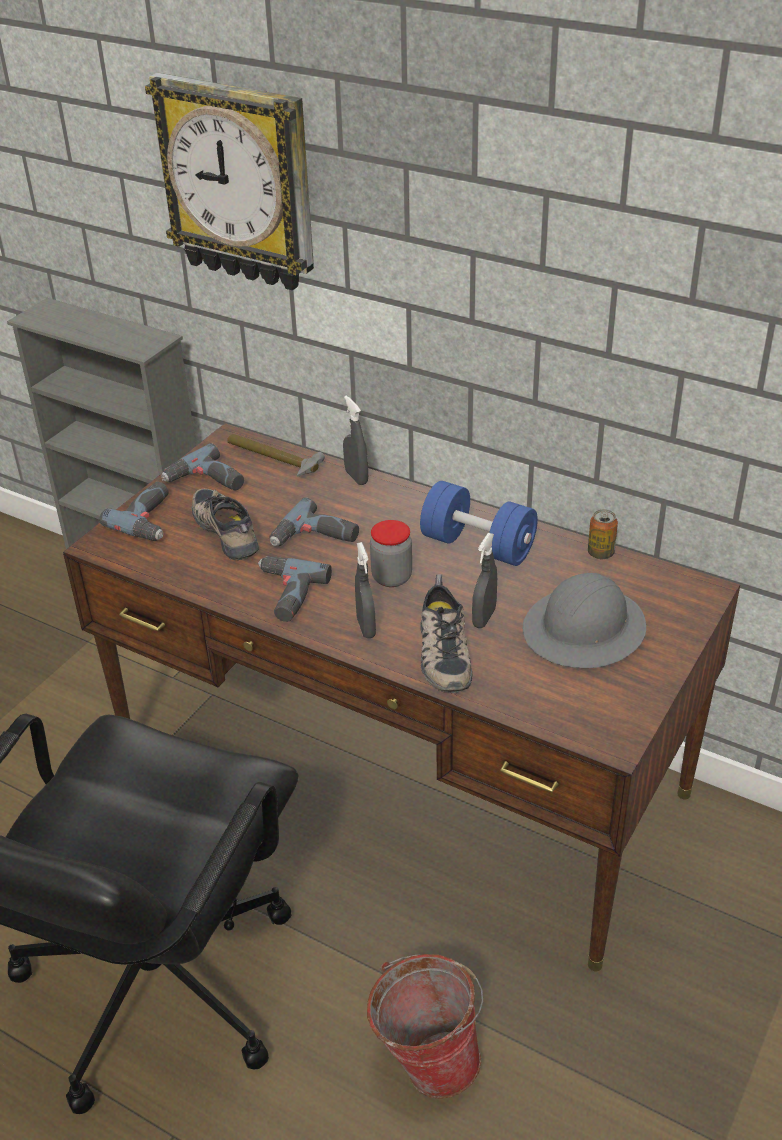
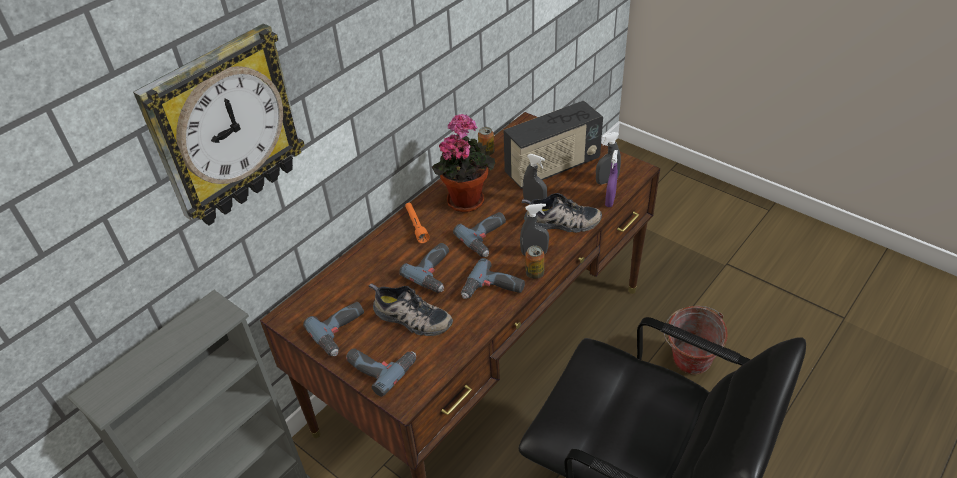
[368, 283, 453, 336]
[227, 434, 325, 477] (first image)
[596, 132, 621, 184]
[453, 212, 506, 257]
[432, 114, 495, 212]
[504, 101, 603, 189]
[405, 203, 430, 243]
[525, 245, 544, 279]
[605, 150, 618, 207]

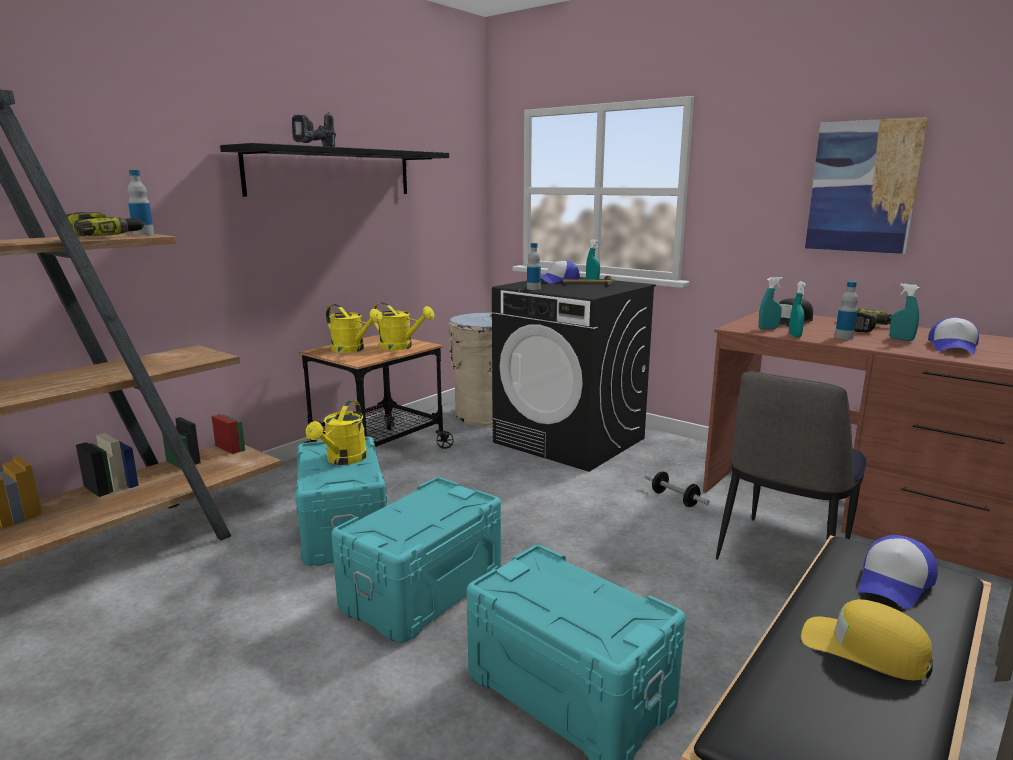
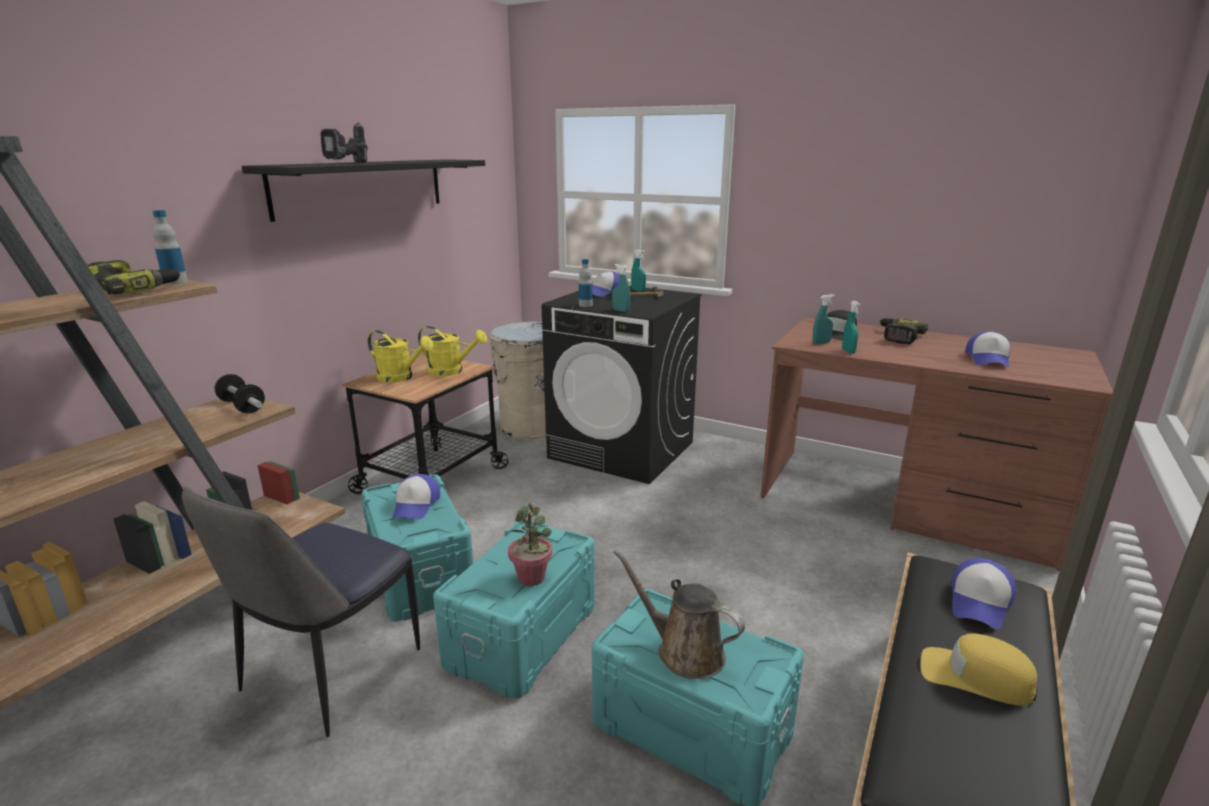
[392, 474, 440, 520]
[215, 374, 265, 414]
[182, 487, 420, 737]
[805, 117, 929, 254] (first image)
[835, 281, 858, 339] (first image)
[612, 264, 630, 312]
[508, 503, 552, 586]
[614, 549, 745, 679]

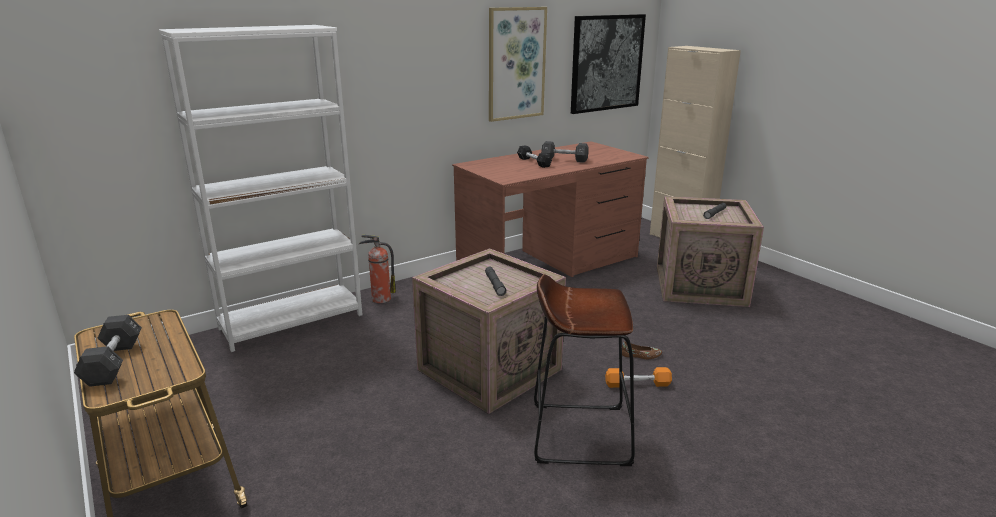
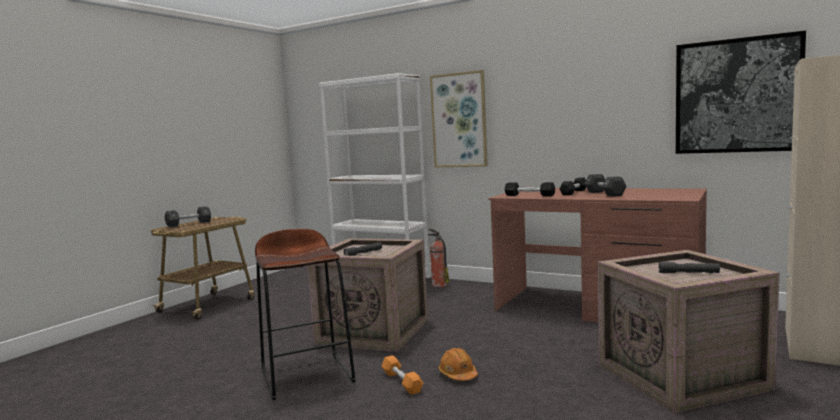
[430, 70, 488, 167]
[438, 348, 478, 381]
[505, 182, 555, 196]

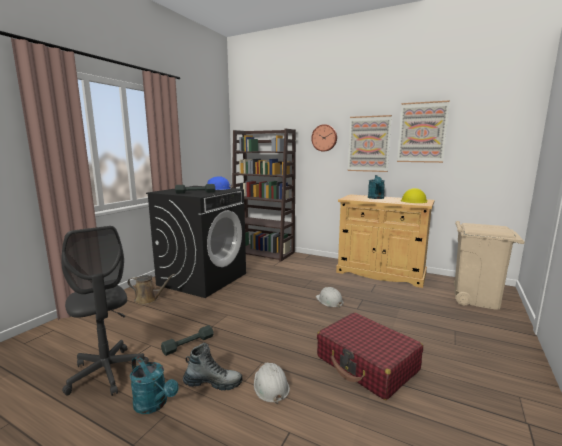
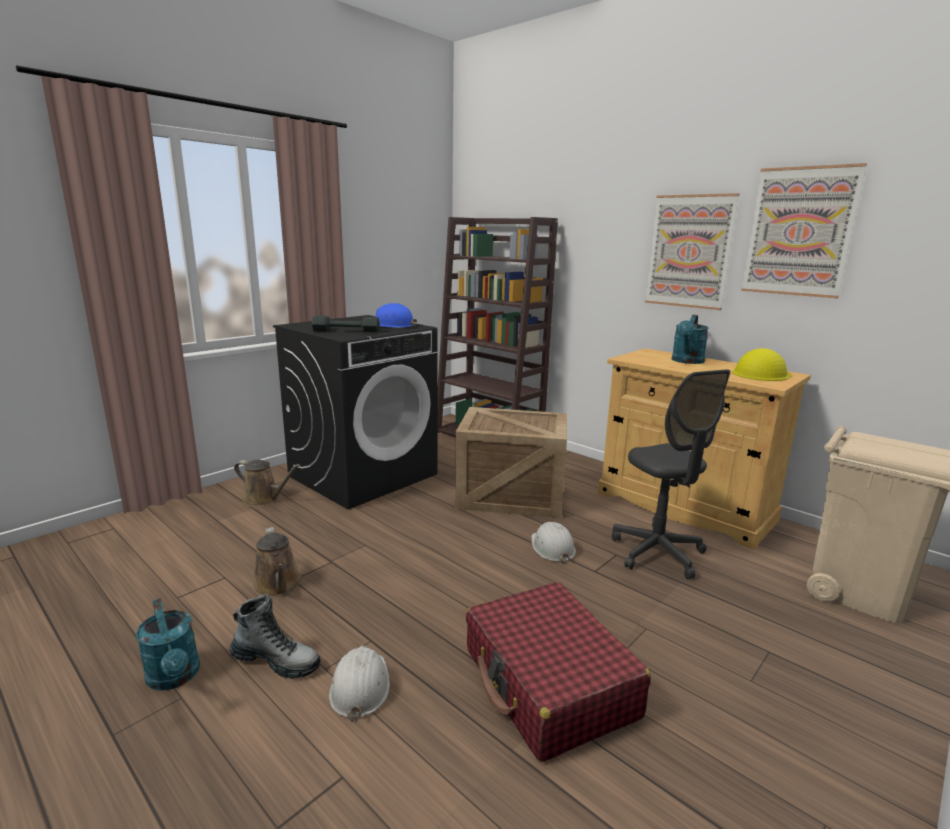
[612, 369, 730, 579]
[253, 527, 301, 597]
[311, 124, 337, 151] (first image)
[455, 407, 567, 518]

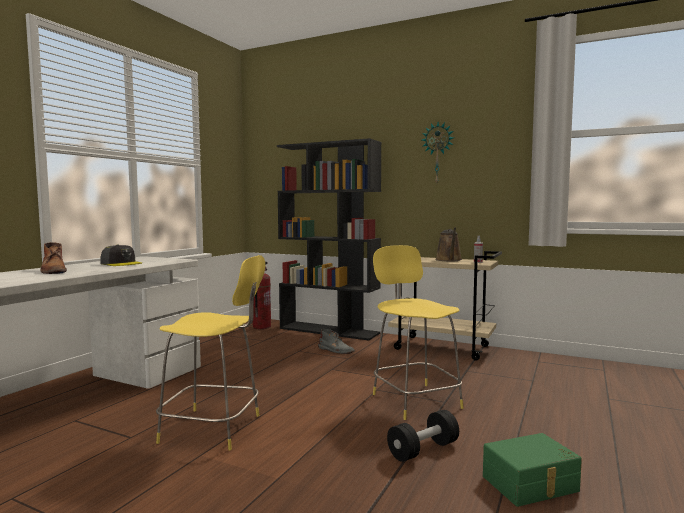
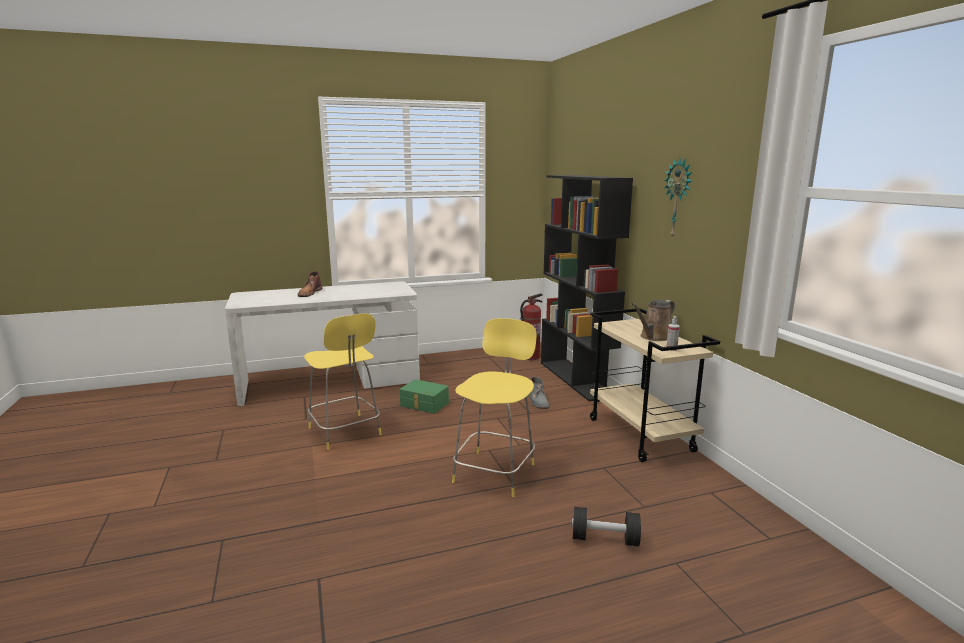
[100, 244, 142, 266] (first image)
[572, 507, 641, 547]
[400, 379, 449, 414]

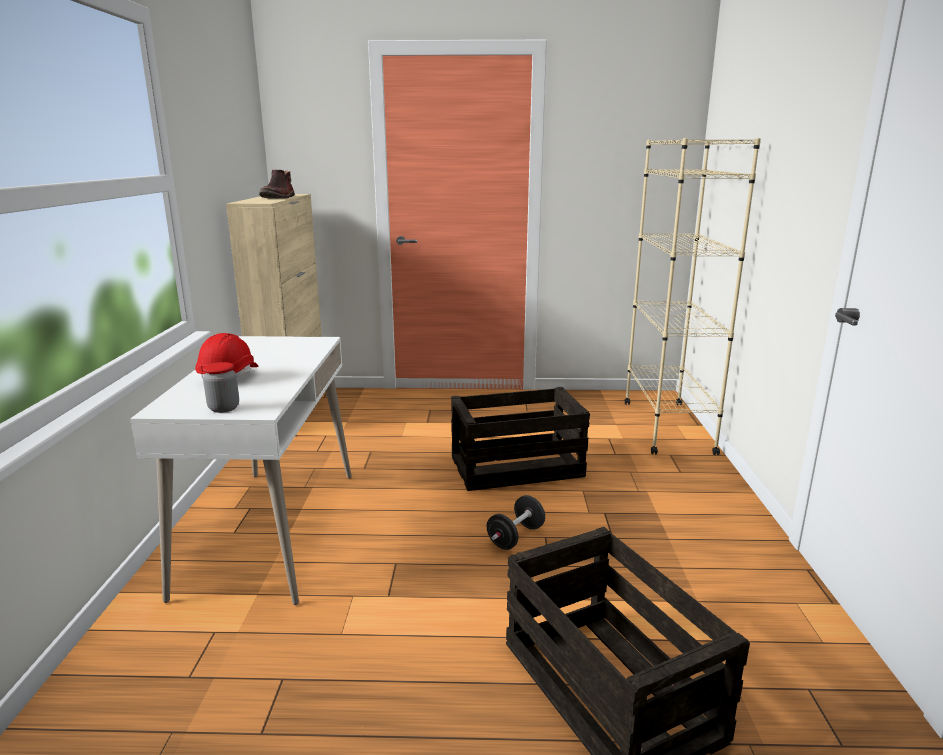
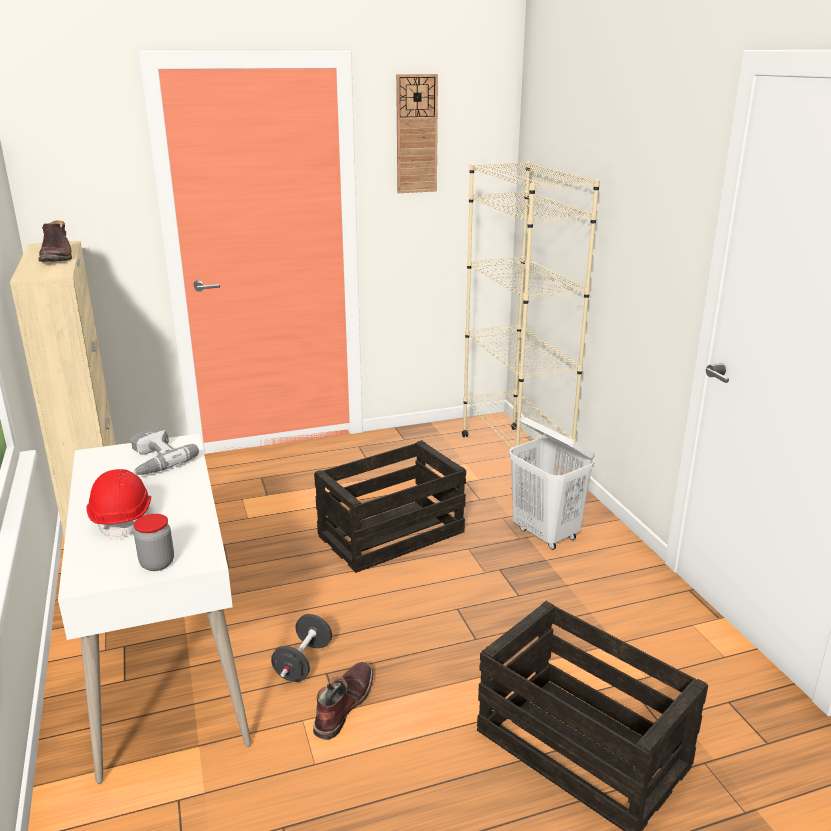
[271, 614, 332, 682]
[131, 427, 199, 475]
[313, 662, 373, 740]
[396, 74, 438, 193]
[509, 416, 595, 550]

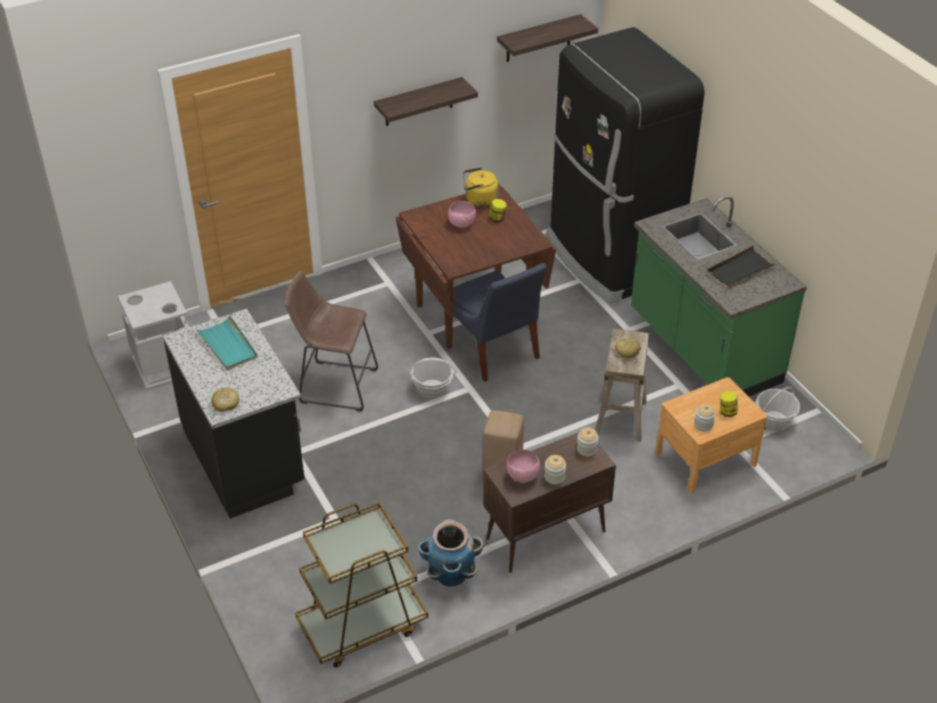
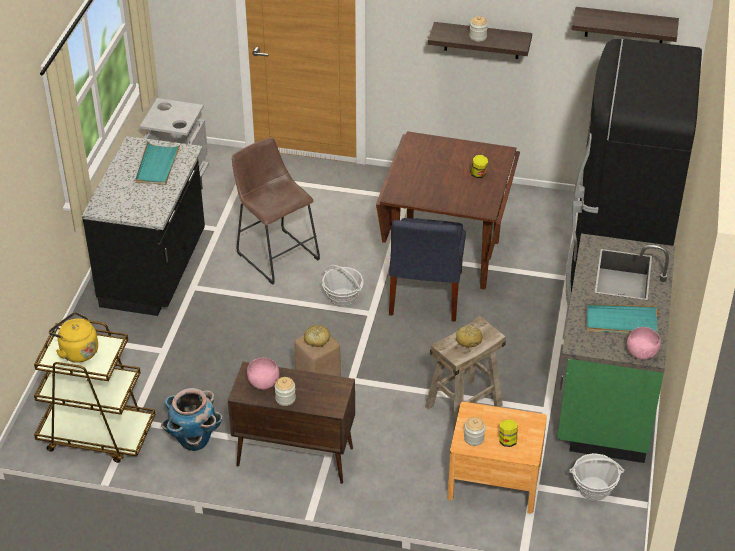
[304, 325, 330, 347]
[627, 327, 661, 359]
[49, 312, 98, 363]
[470, 16, 488, 42]
[587, 304, 659, 334]

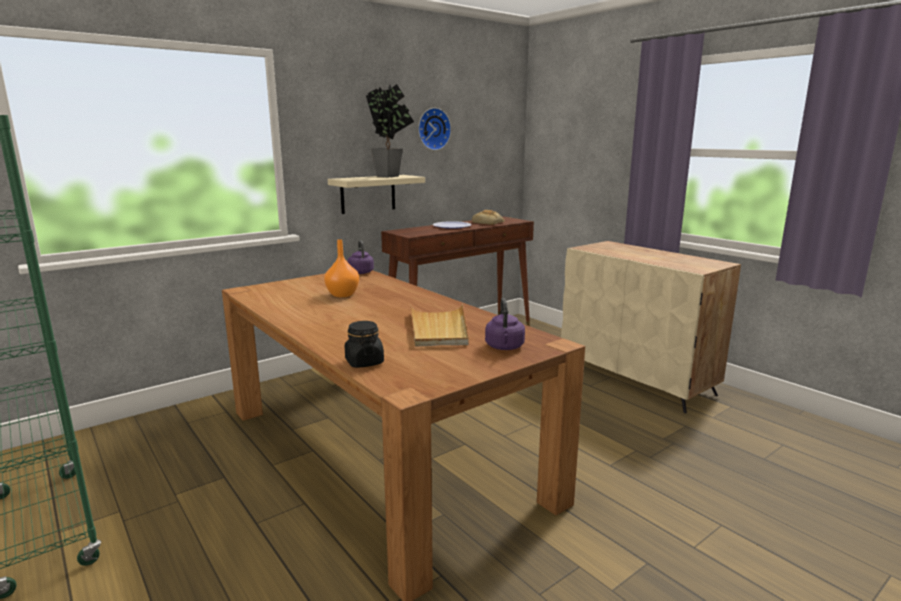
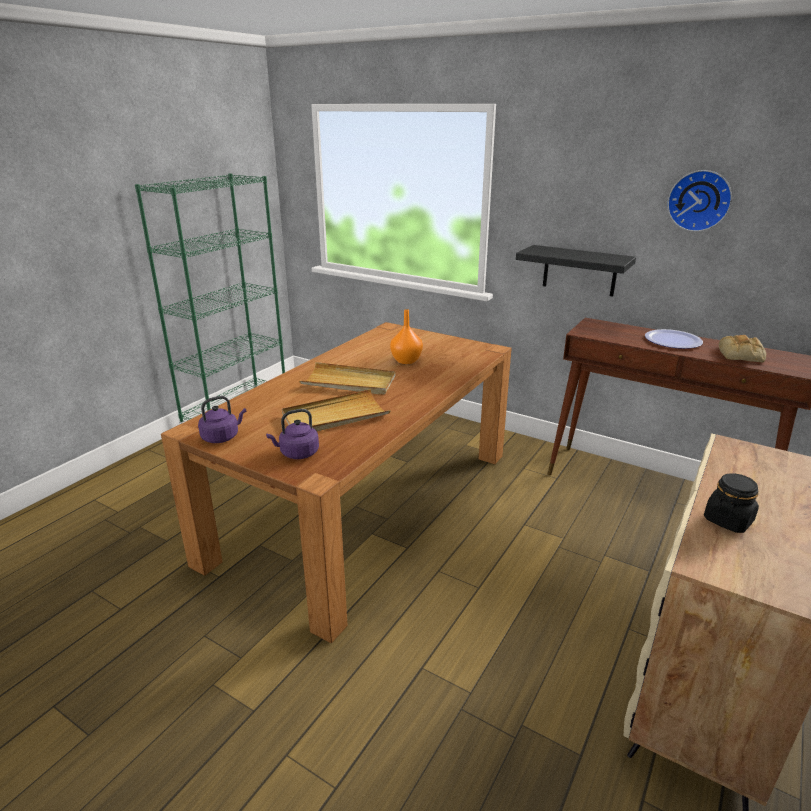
[516, 245, 636, 297]
[704, 473, 759, 533]
[198, 396, 246, 443]
[366, 84, 414, 177] (first image)
[299, 362, 395, 395]

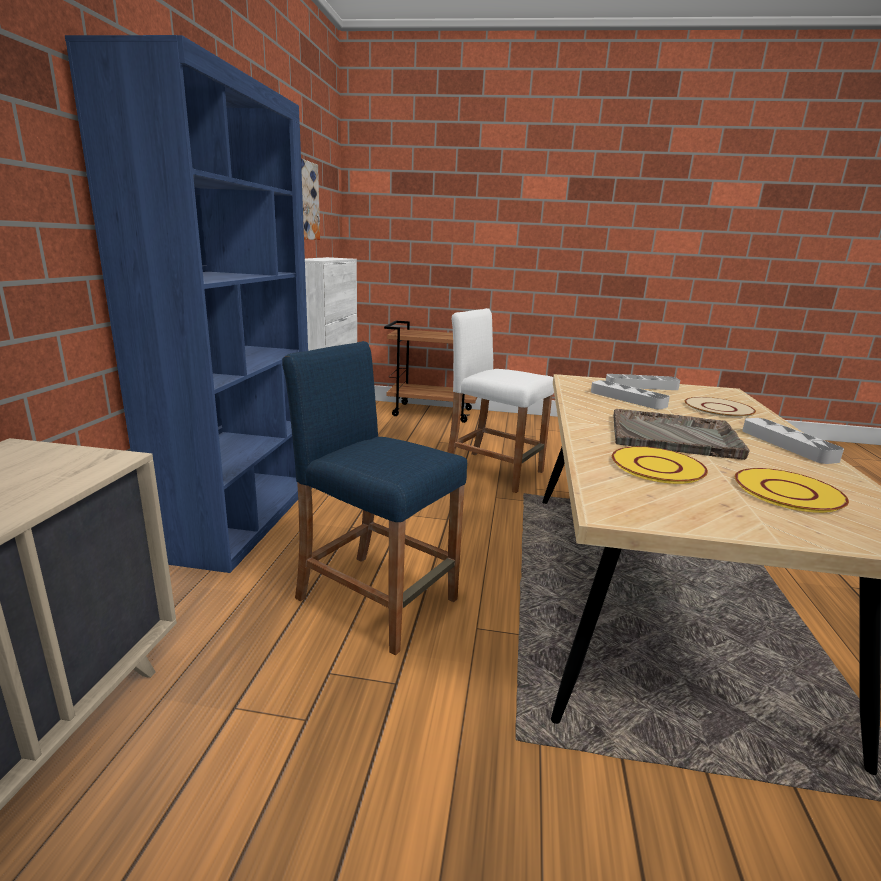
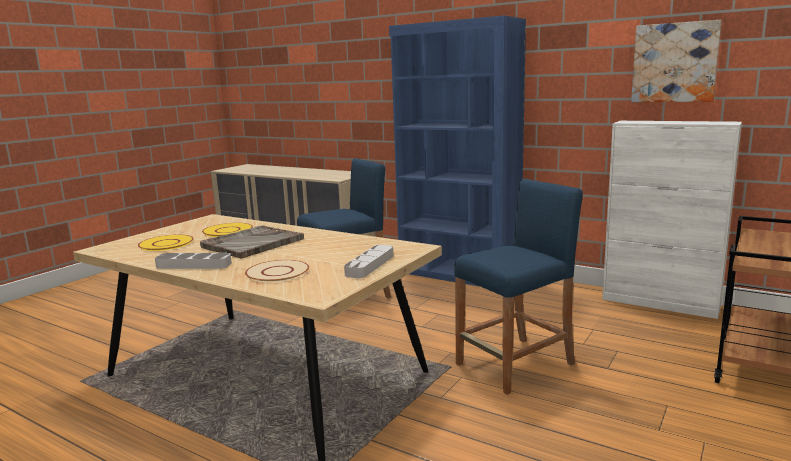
[454, 179, 583, 395]
[591, 380, 670, 409] (first image)

